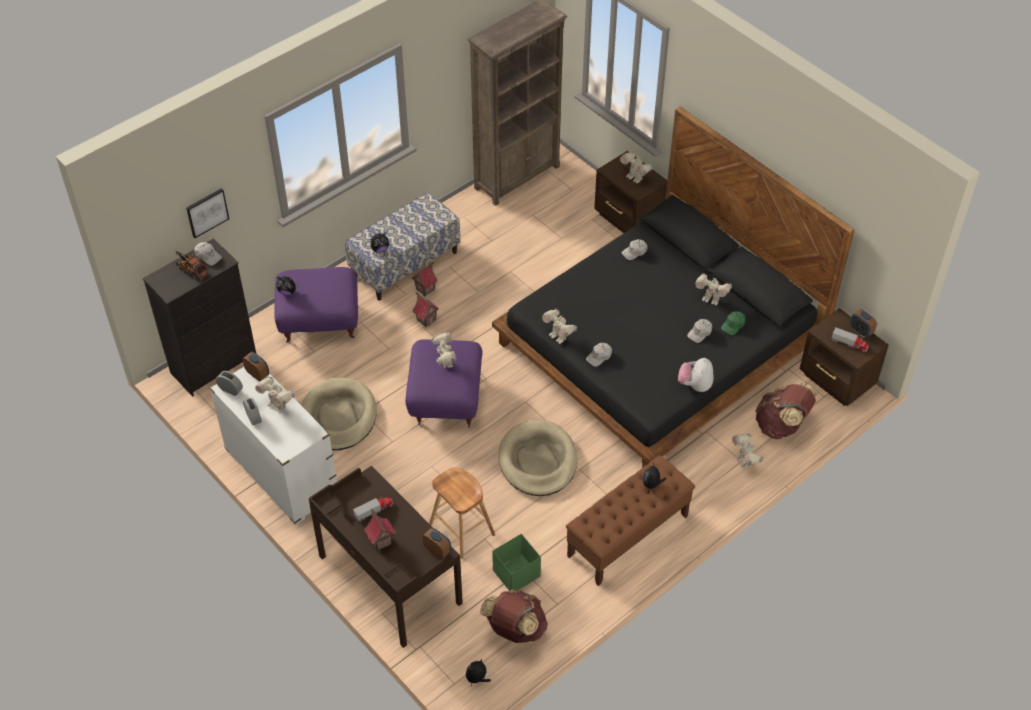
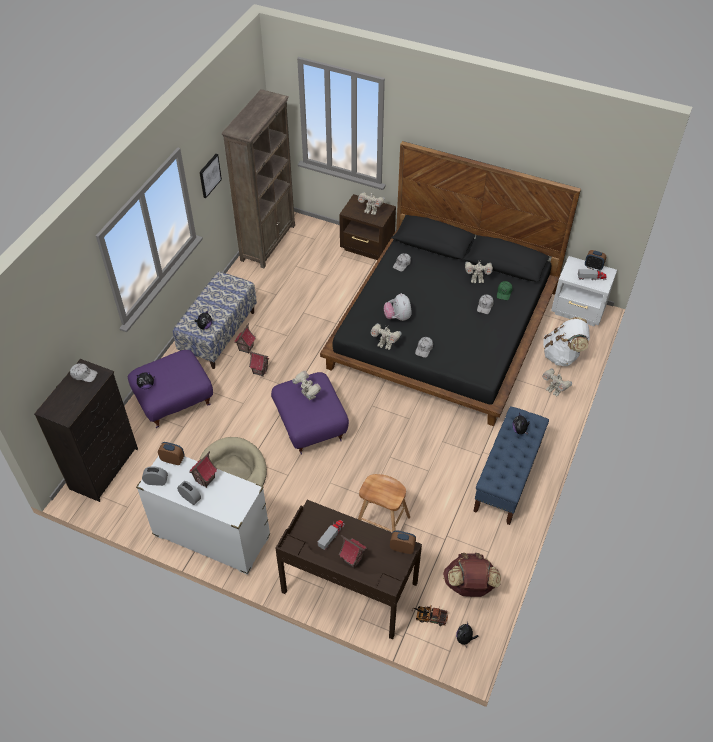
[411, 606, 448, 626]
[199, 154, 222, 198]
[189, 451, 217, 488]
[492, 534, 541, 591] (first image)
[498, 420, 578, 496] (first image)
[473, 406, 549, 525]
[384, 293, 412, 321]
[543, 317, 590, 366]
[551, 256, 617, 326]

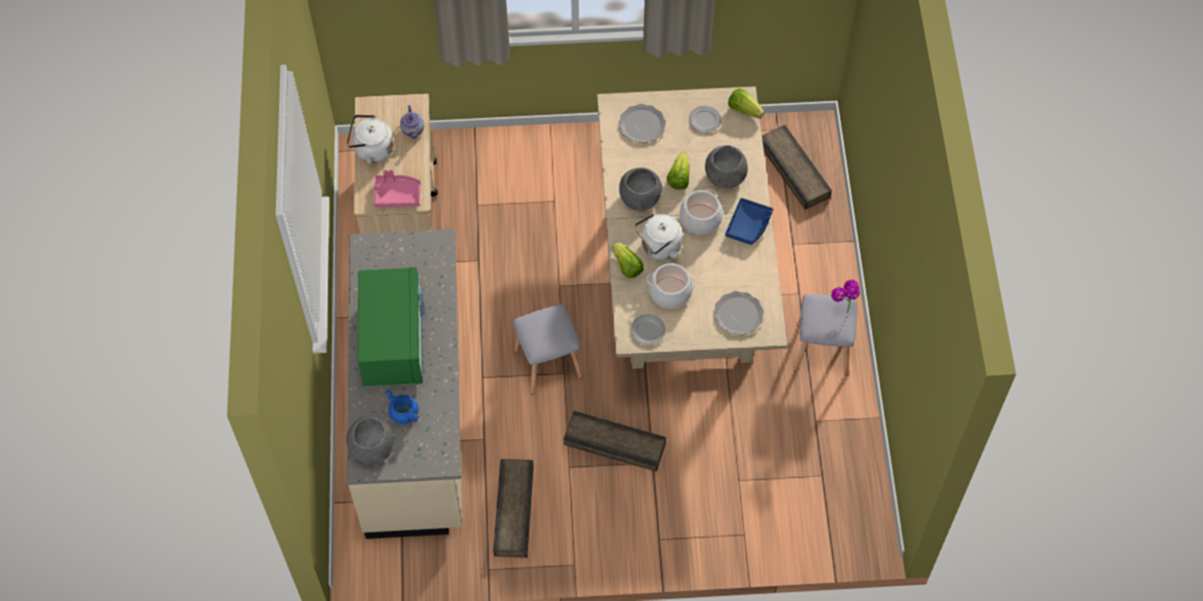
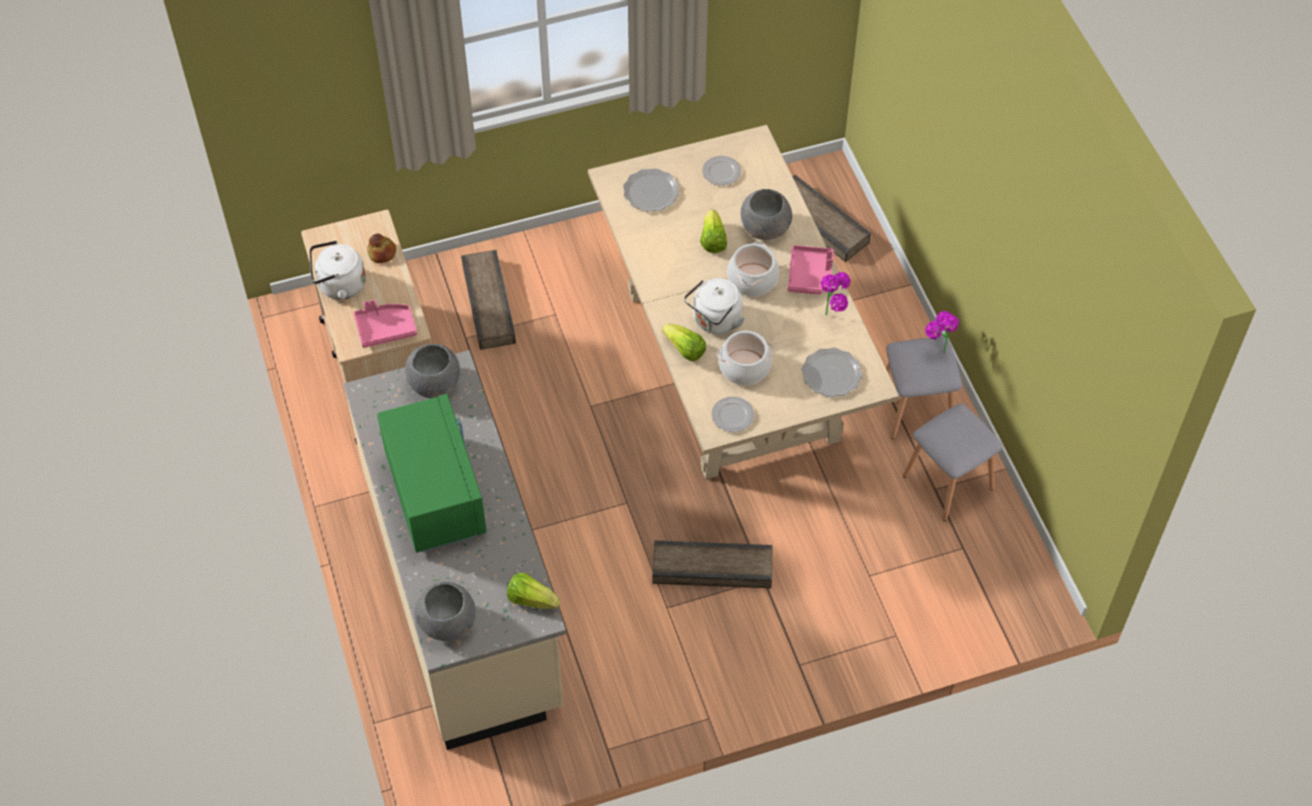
[385, 390, 420, 424] (first image)
[367, 234, 396, 263]
[461, 250, 516, 350]
[903, 404, 1003, 521]
[405, 343, 460, 399]
[788, 245, 834, 295]
[507, 573, 560, 609]
[821, 272, 851, 316]

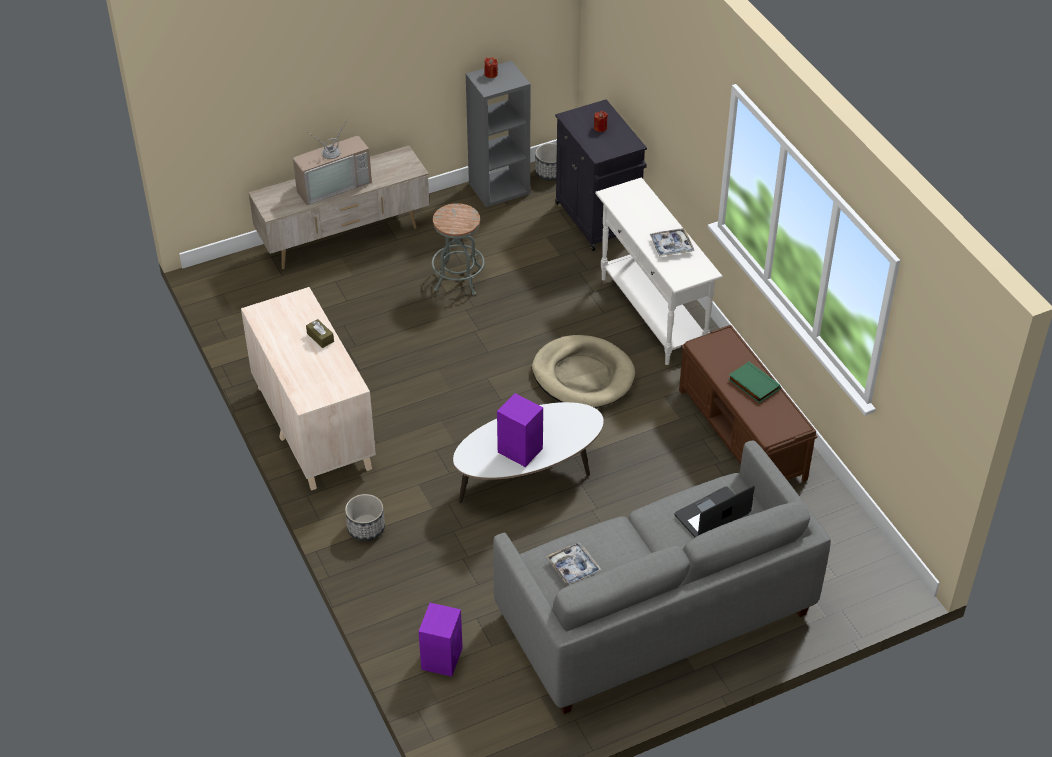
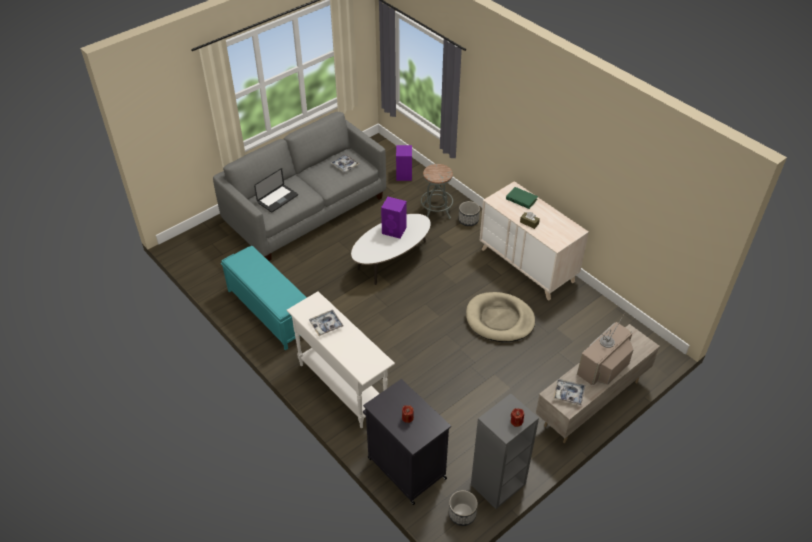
[421, 164, 453, 219]
[466, 292, 535, 342]
[221, 246, 307, 350]
[506, 187, 538, 209]
[553, 379, 585, 405]

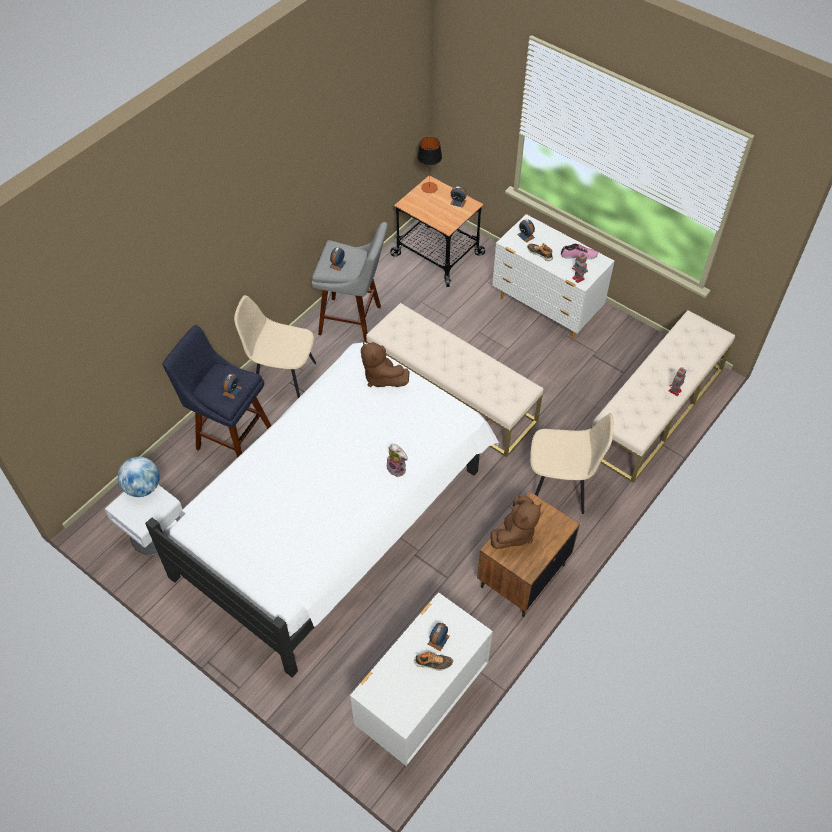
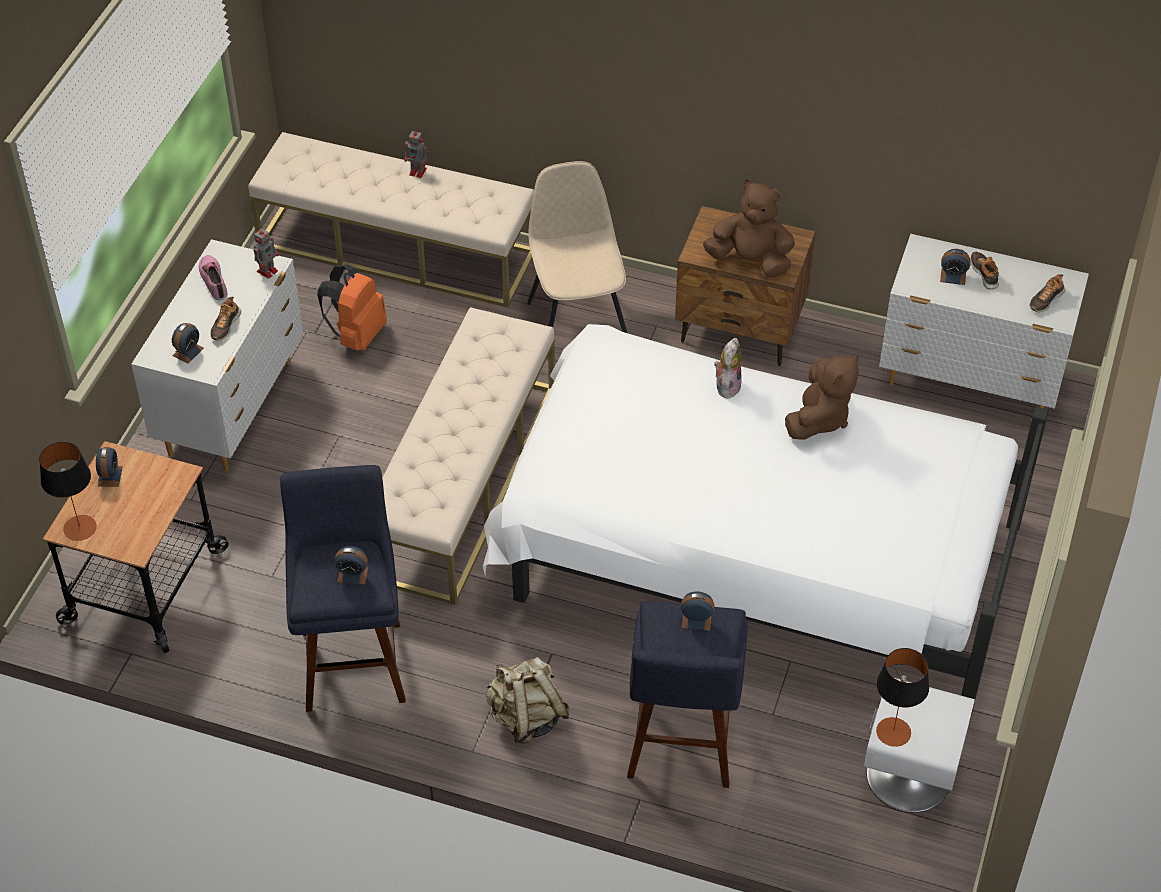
[876, 648, 929, 747]
[486, 657, 569, 744]
[280, 465, 406, 712]
[785, 354, 859, 440]
[317, 264, 387, 351]
[1030, 274, 1065, 312]

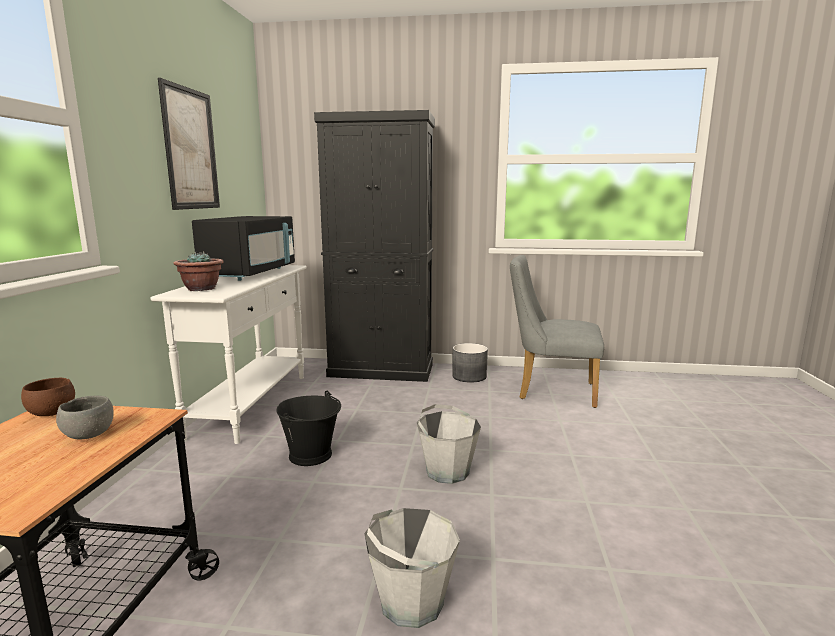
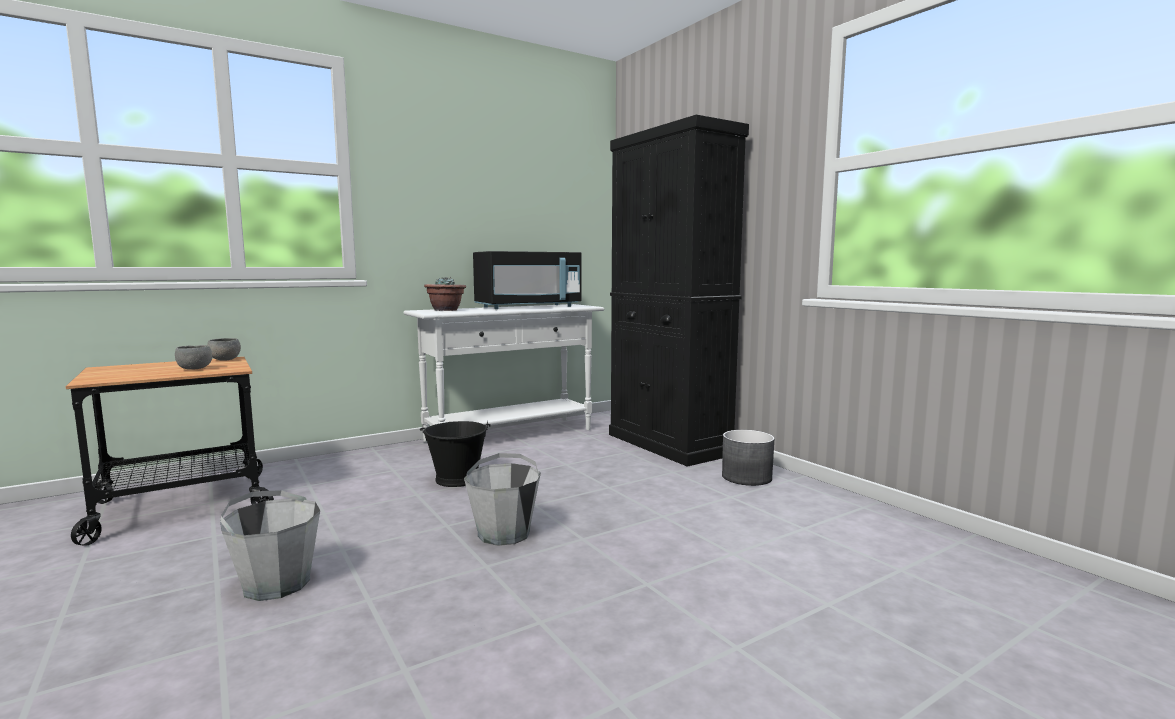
[207, 338, 241, 361]
[158, 78, 220, 210] (first image)
[510, 255, 604, 408] (first image)

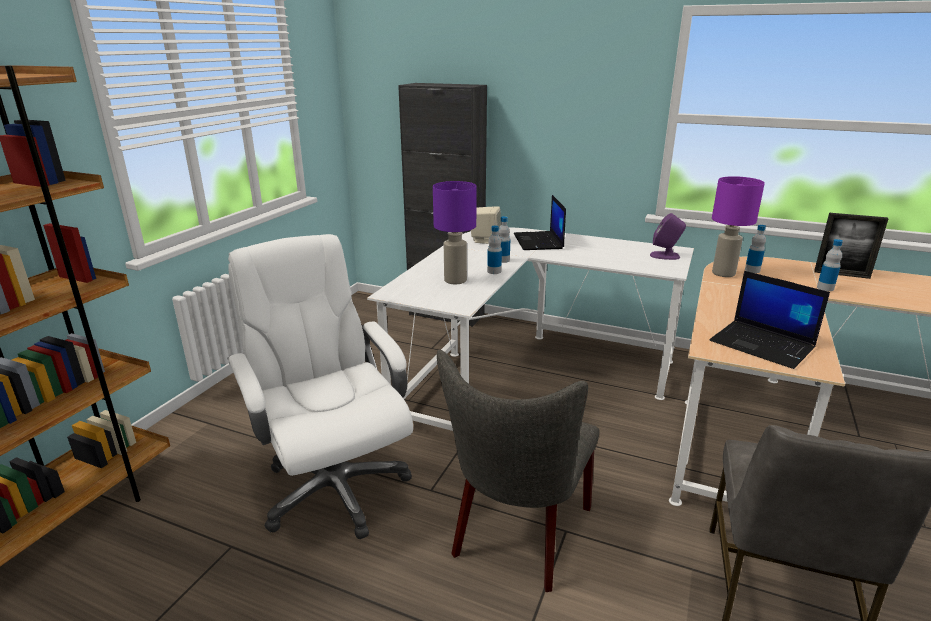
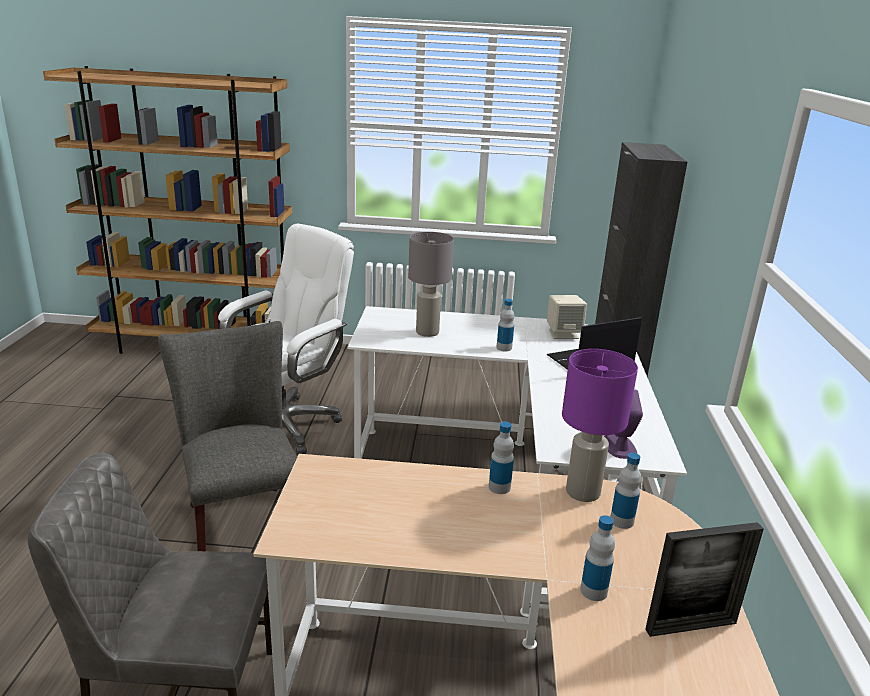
[408, 232, 454, 337]
[158, 321, 297, 551]
[489, 422, 514, 494]
[710, 271, 830, 369] (first image)
[645, 522, 764, 637]

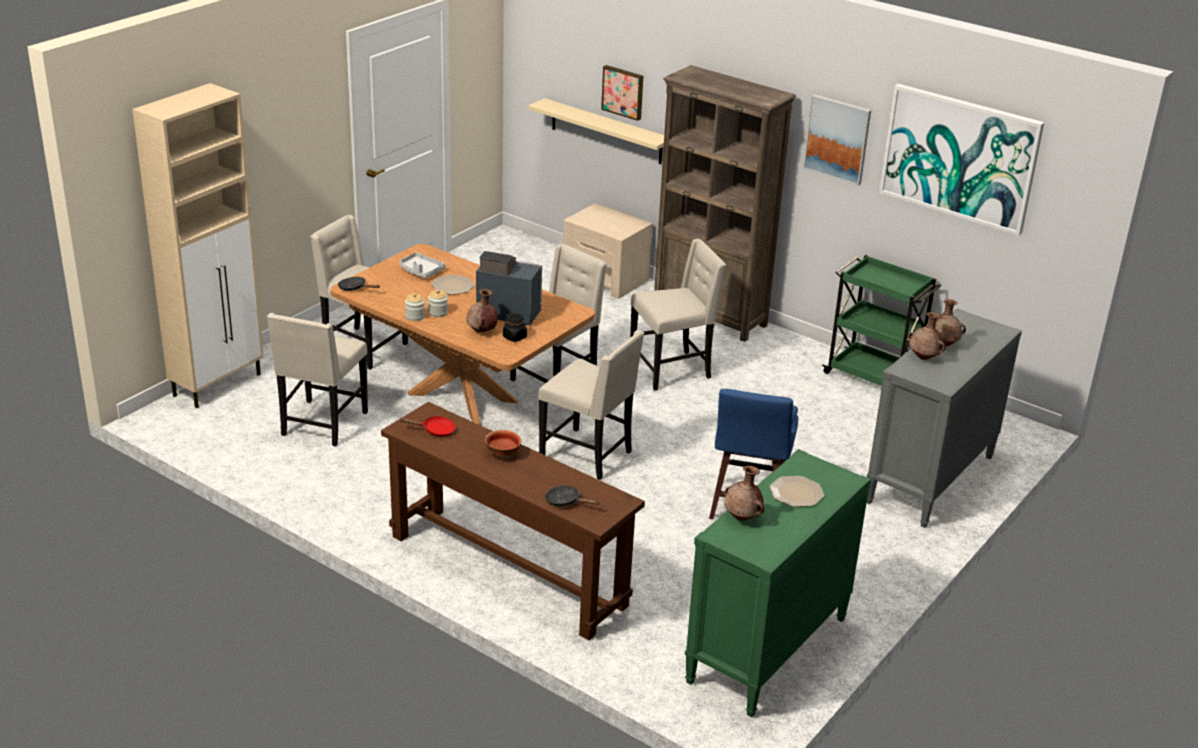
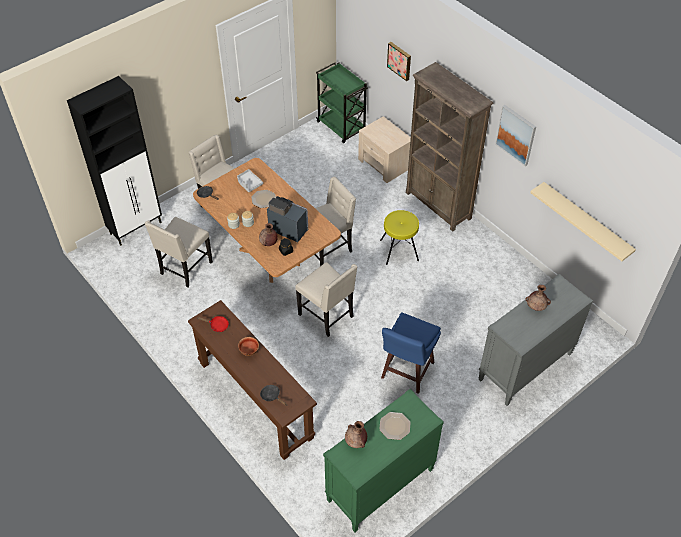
[67, 76, 162, 246]
[530, 182, 636, 261]
[380, 210, 419, 265]
[316, 62, 368, 143]
[879, 84, 1044, 236] (first image)
[908, 312, 946, 360] (first image)

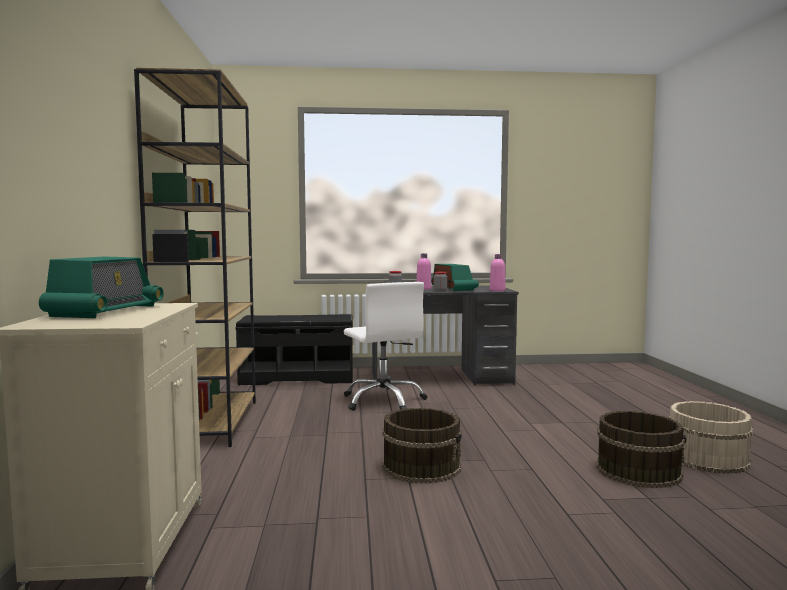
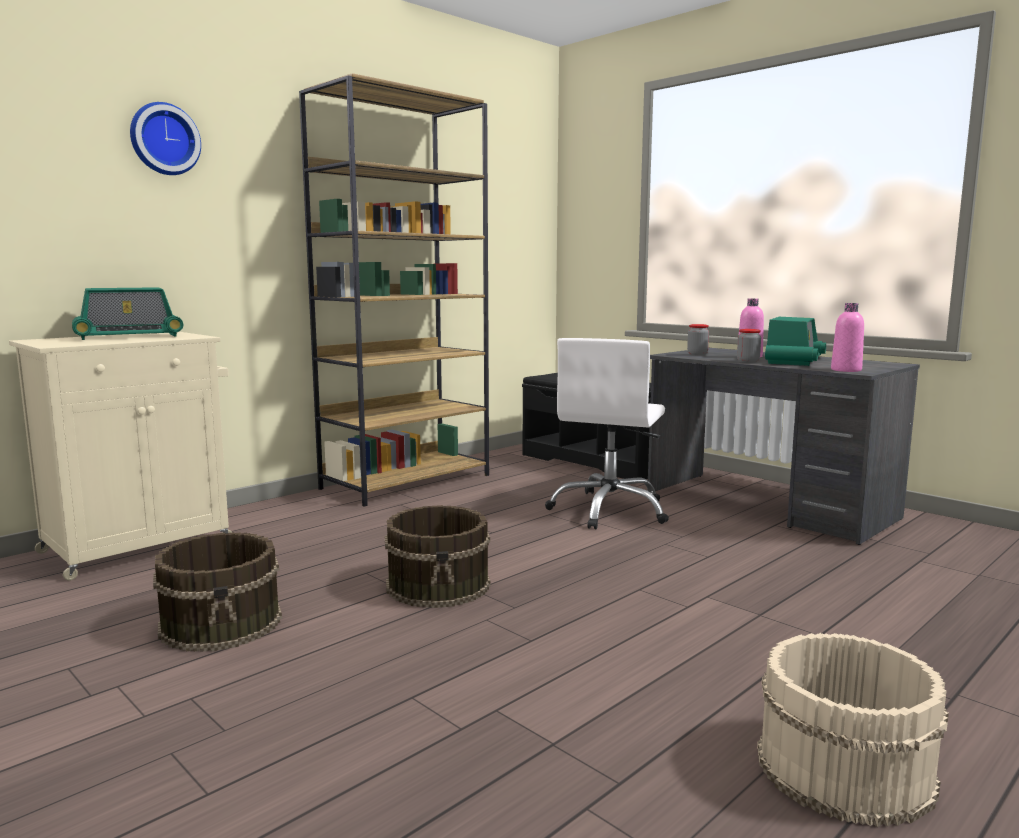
[153, 532, 282, 652]
[130, 102, 201, 175]

